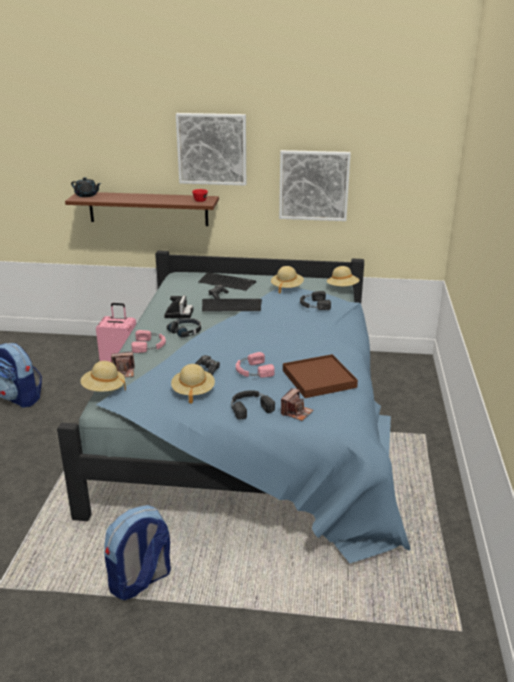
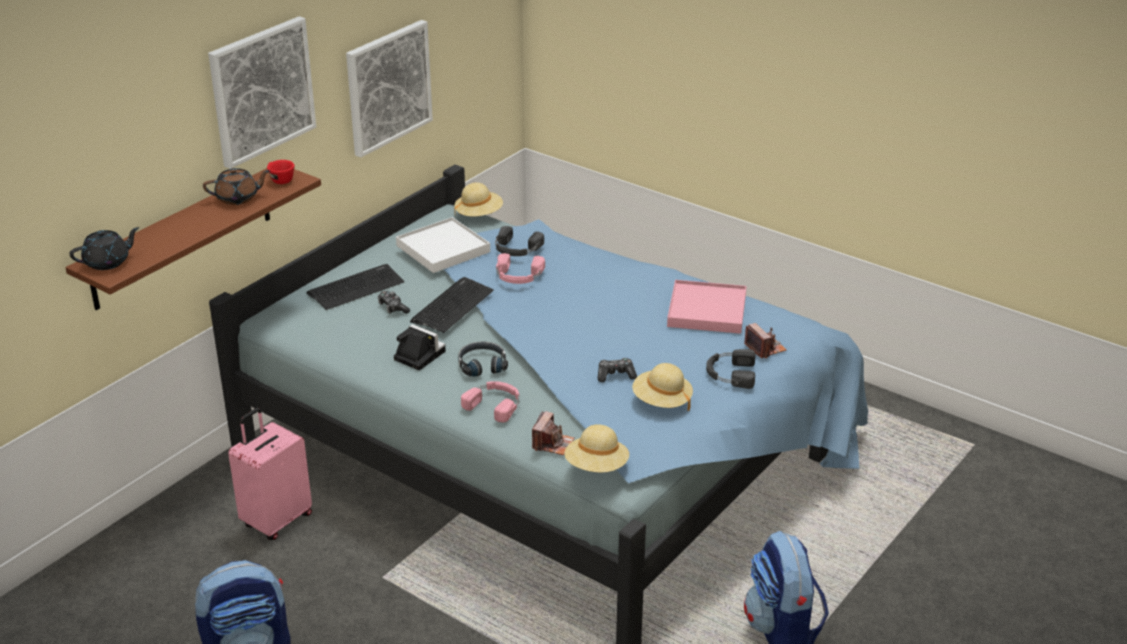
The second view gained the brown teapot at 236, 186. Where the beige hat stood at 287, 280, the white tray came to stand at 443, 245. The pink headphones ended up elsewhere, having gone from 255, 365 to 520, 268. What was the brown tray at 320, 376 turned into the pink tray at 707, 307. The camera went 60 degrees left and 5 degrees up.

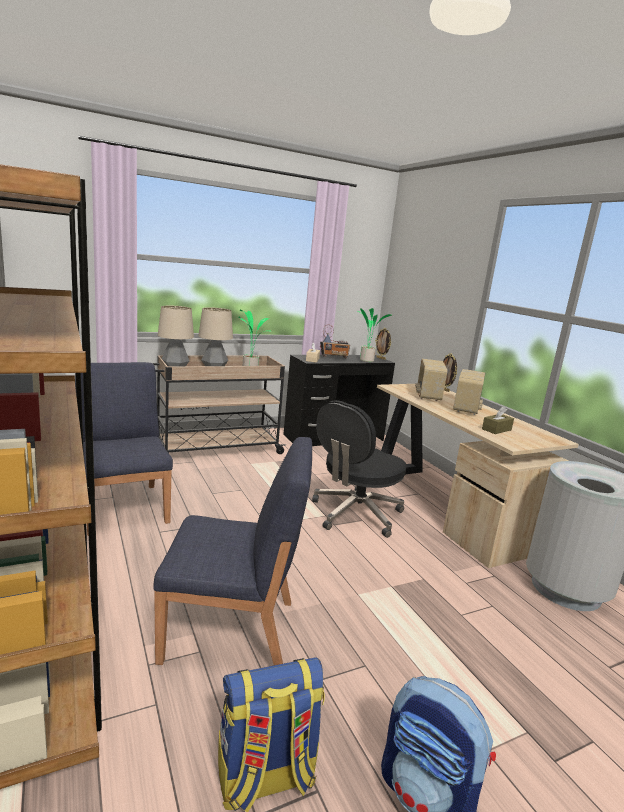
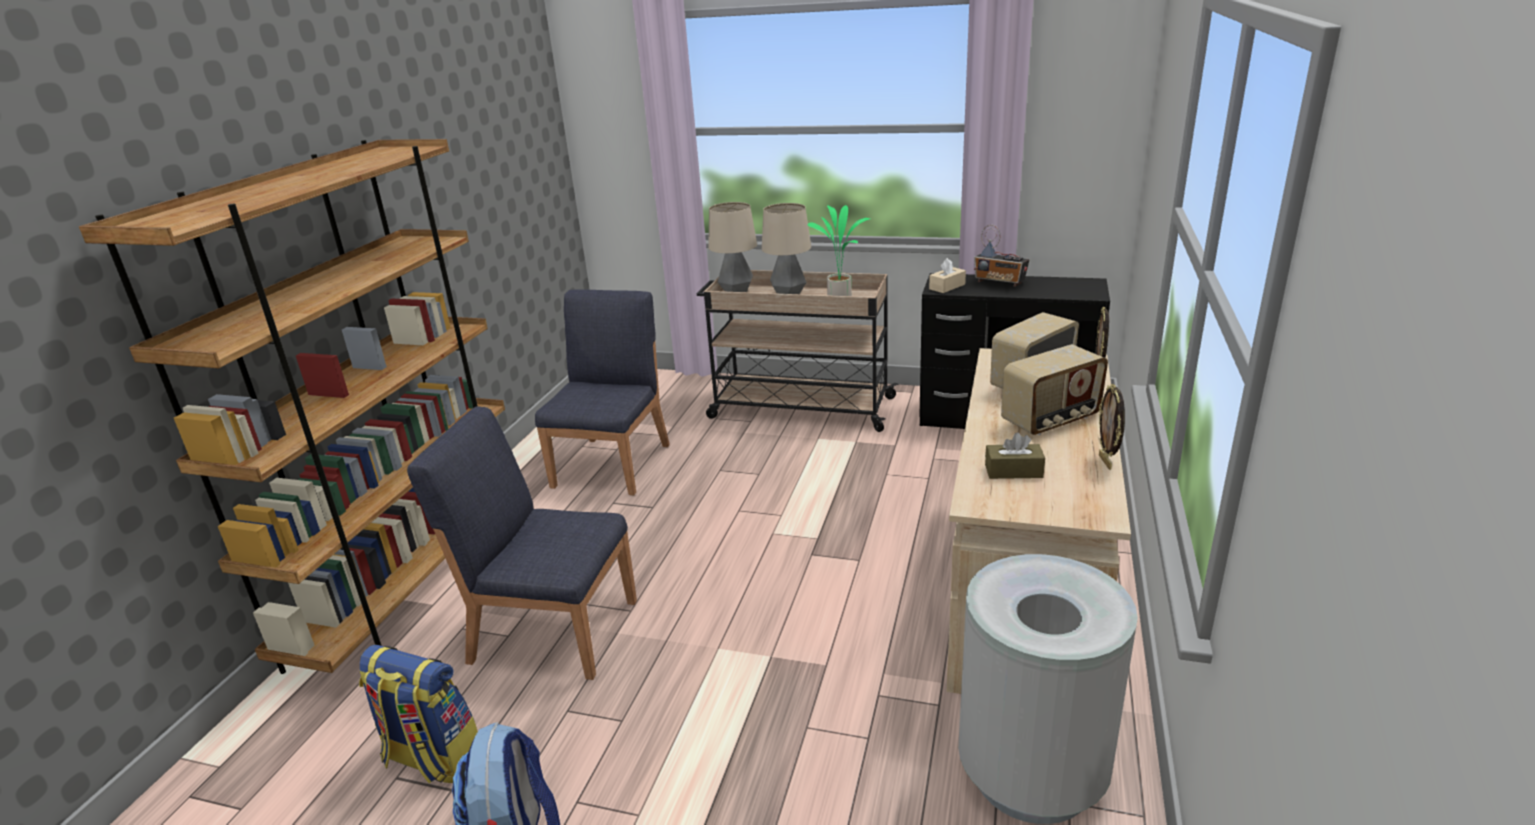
The blue chair at 232, 551 ended up facing another way, 150 degrees clockwise from before. The picture frame ended up elsewhere, having gone from 383, 344 to 1112, 427. The second view lost the black office chair at 359, 469. The second view lost the potted plant at 375, 335. The camera went 45 degrees right and 10 degrees up.

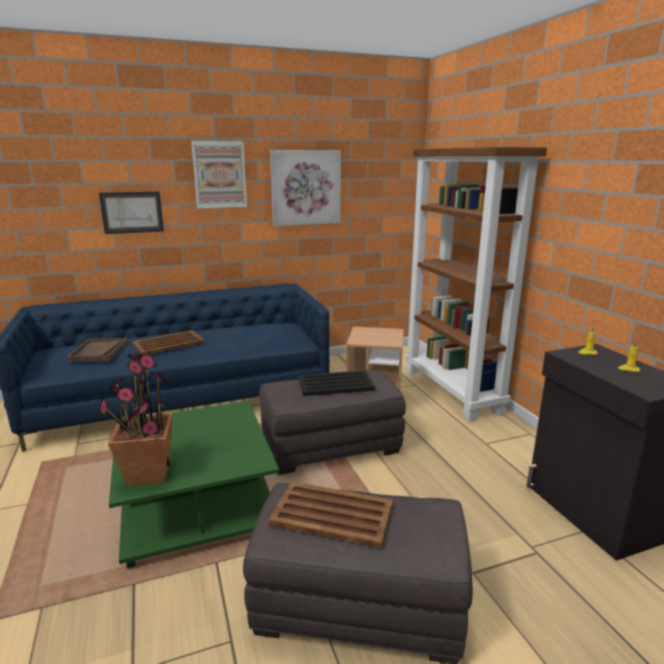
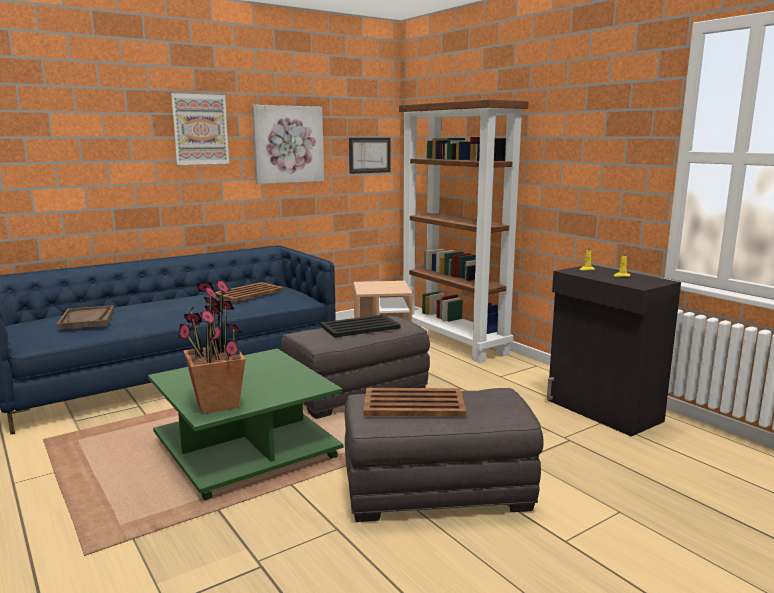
The brown tray ended up elsewhere, having gone from 168, 343 to 249, 292. The picture ended up elsewhere, having gone from 131, 212 to 370, 156. The camera went 15 degrees left and 5 degrees down.

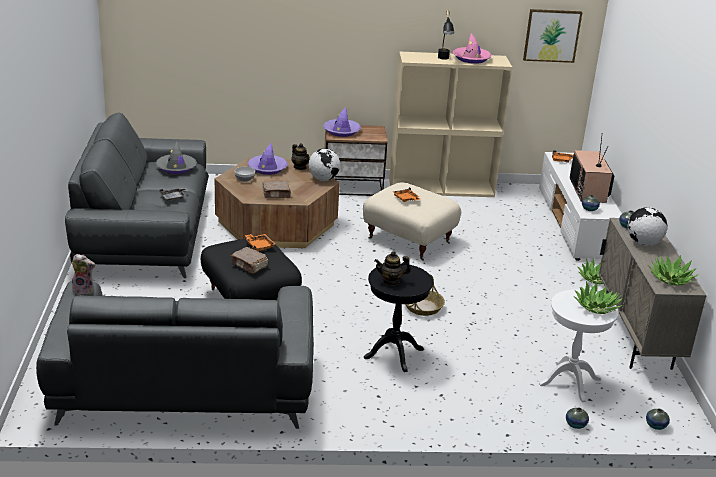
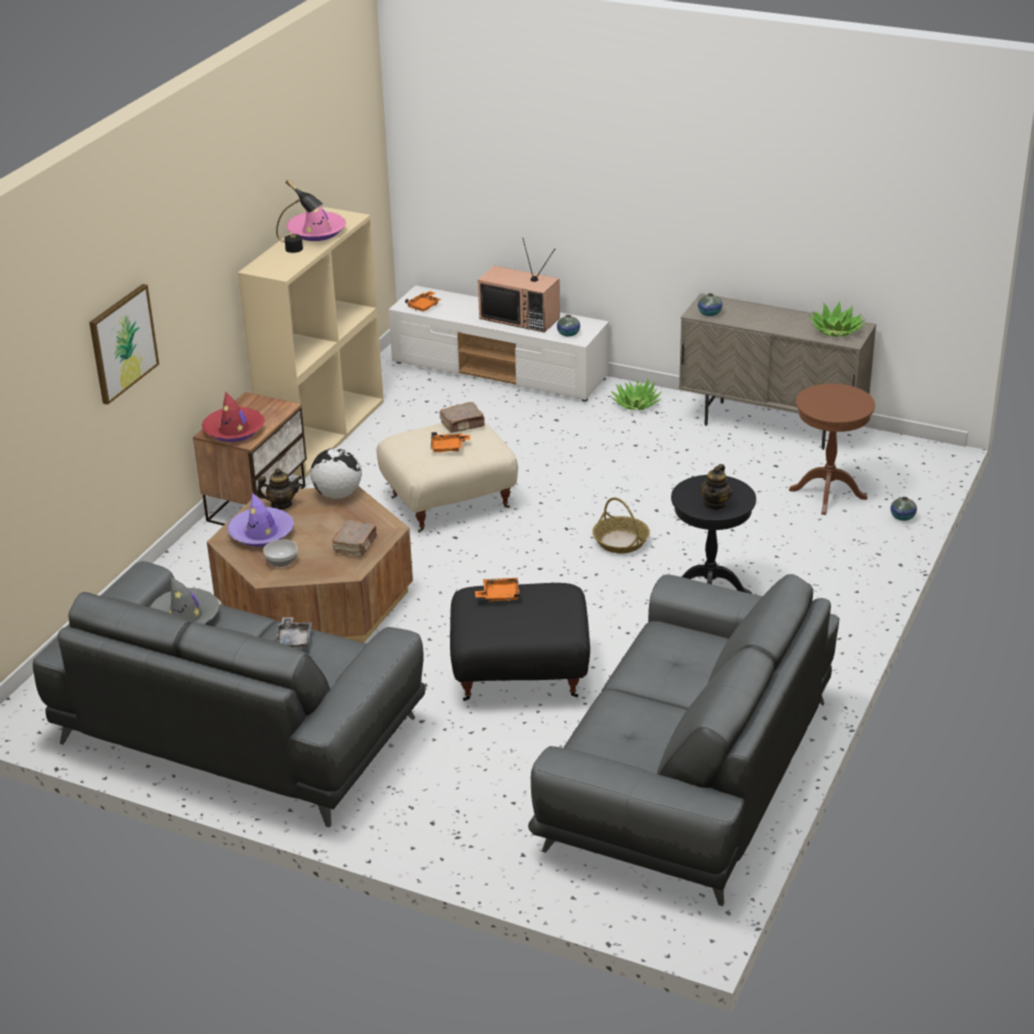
The picture ended up elsewhere, having gone from 552, 36 to 124, 344. What was the purple hat at 342, 122 turned into the red hat at 233, 416. The brown book ended up elsewhere, having gone from 249, 260 to 462, 417. What was the white side table at 579, 346 turned into the brown side table at 832, 449. The second view lost the plush toy at 83, 275. The second view lost the potted plant at 598, 297. The second view lost the globe at 647, 226. The second view lost the vase at 658, 419. The camera went 60 degrees left and 5 degrees up.

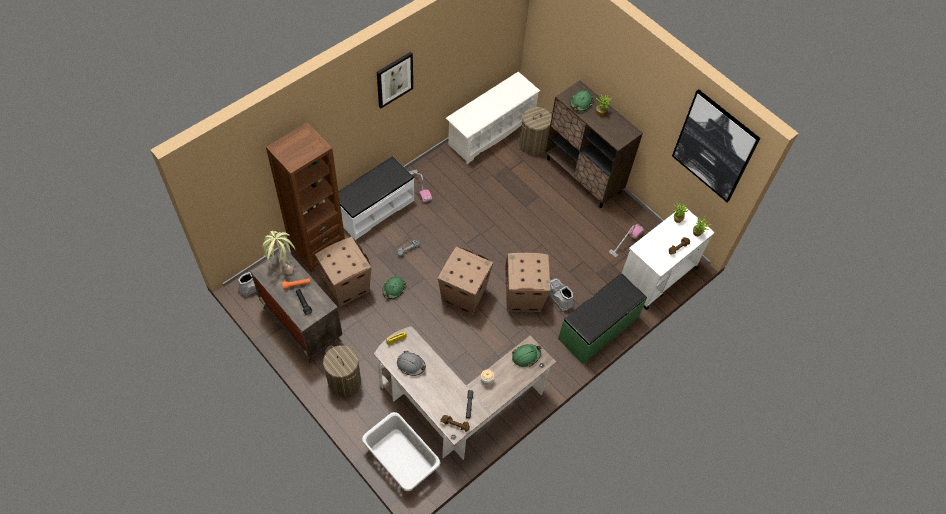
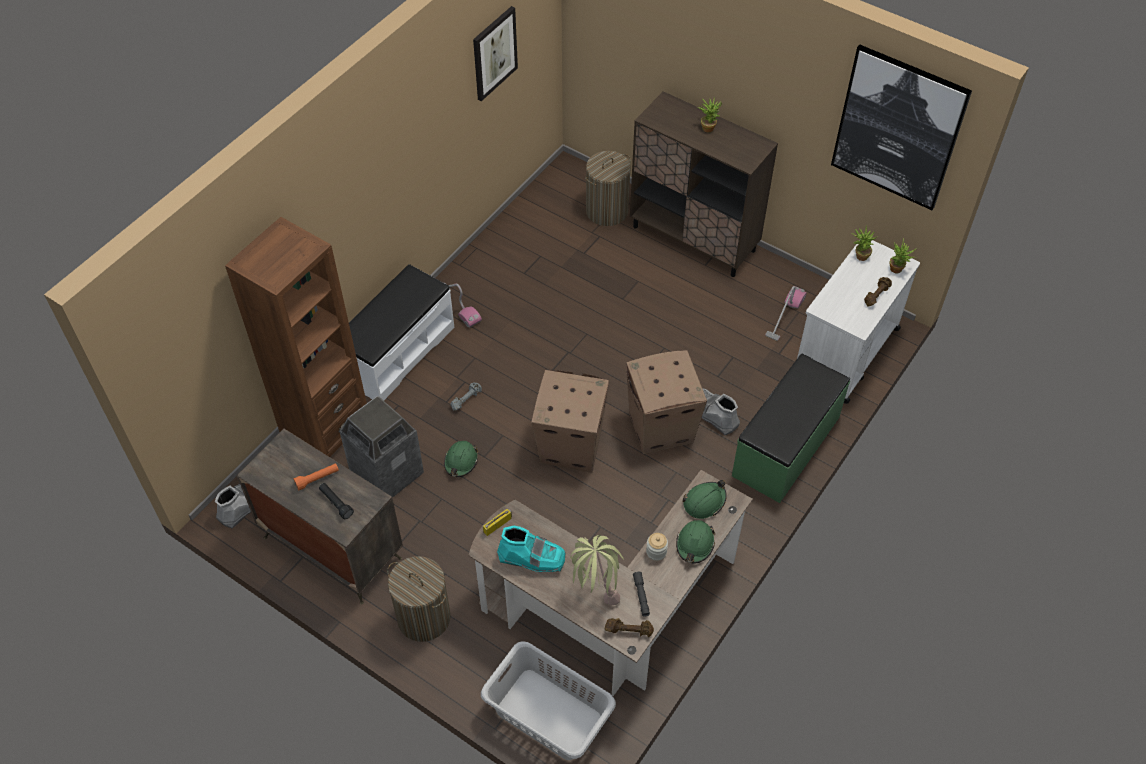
Where the cardboard box stood at 343, 272, the trash can came to stand at 381, 447. The picture ended up elsewhere, having gone from 395, 80 to 495, 53. Where the grey hard hat stood at 411, 363, the turquoise boot came to stand at 531, 549. The potted plant ended up elsewhere, having gone from 279, 253 to 597, 570. The green hard hat ended up elsewhere, having gone from 581, 100 to 695, 541. The second view lost the white shoe rack at 493, 118. The camera went 10 degrees left and 5 degrees down.

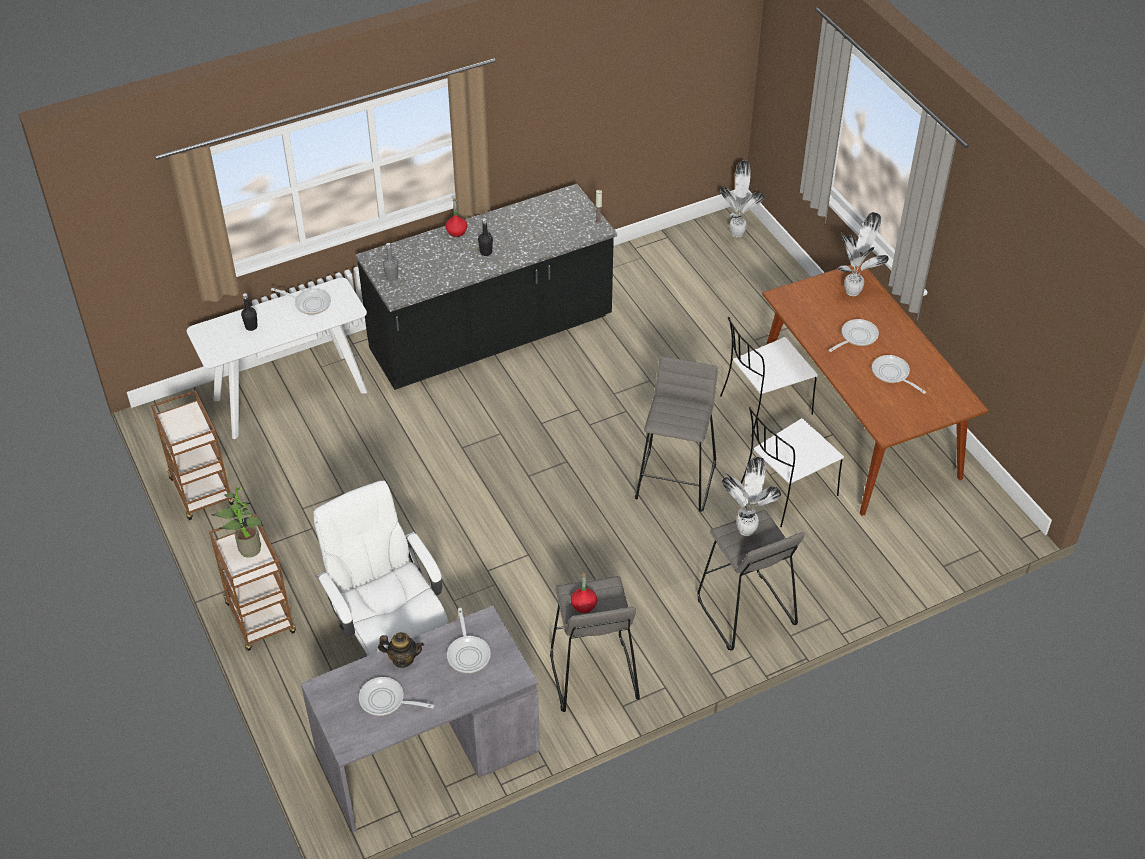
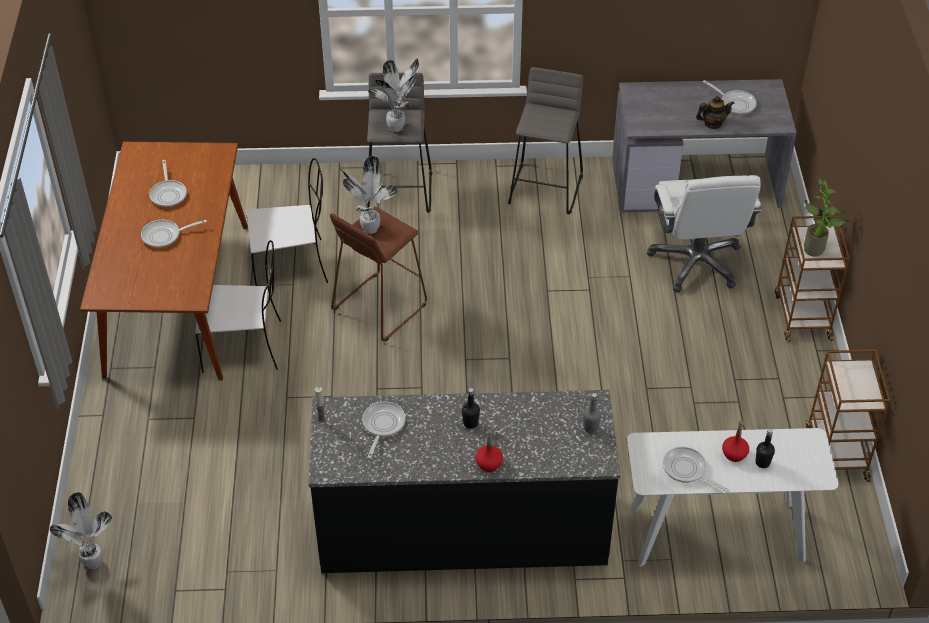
What was the grey stool at 676, 434 turned into the brown stool at 378, 274. The potted plant ended up elsewhere, having gone from 863, 254 to 368, 195. The frying pan ended up elsewhere, having gone from 469, 640 to 384, 430. The teapot at 401, 650 ended up facing another way, 135 degrees clockwise from before. The red bottle ended up elsewhere, having gone from 584, 593 to 735, 441. The camera went 155 degrees left and 0 degrees up.

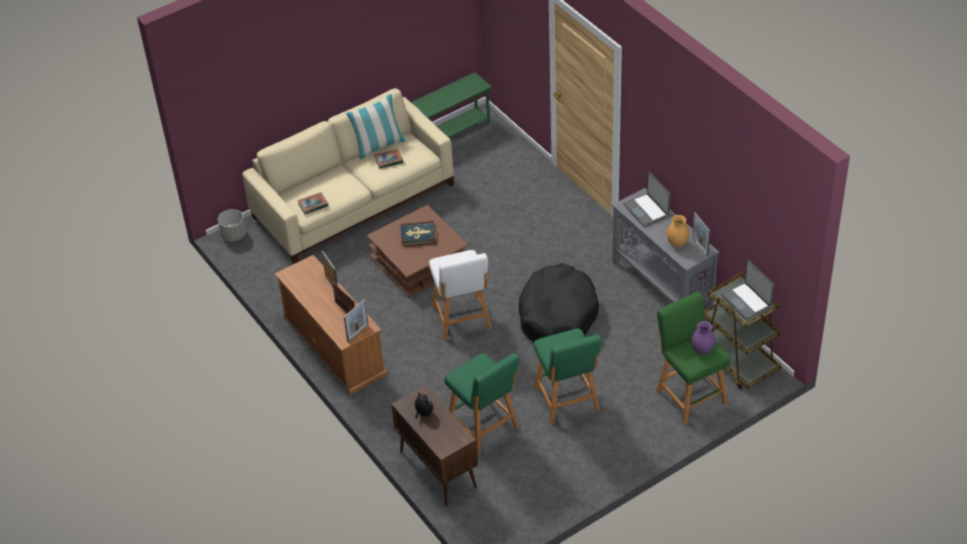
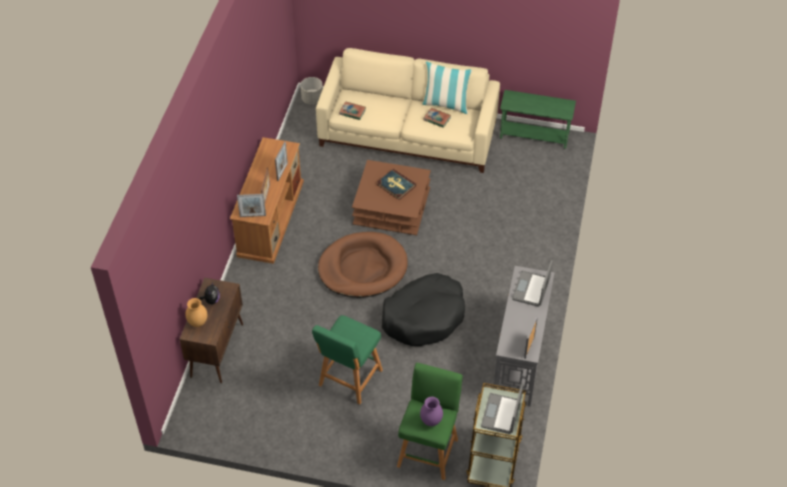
The brown vase ended up elsewhere, having gone from 678, 231 to 196, 312. Where the white stool stood at 460, 295, the brown dog bed came to stand at 363, 265. The second view lost the green stool at 481, 403. The camera went 45 degrees right and 5 degrees up.

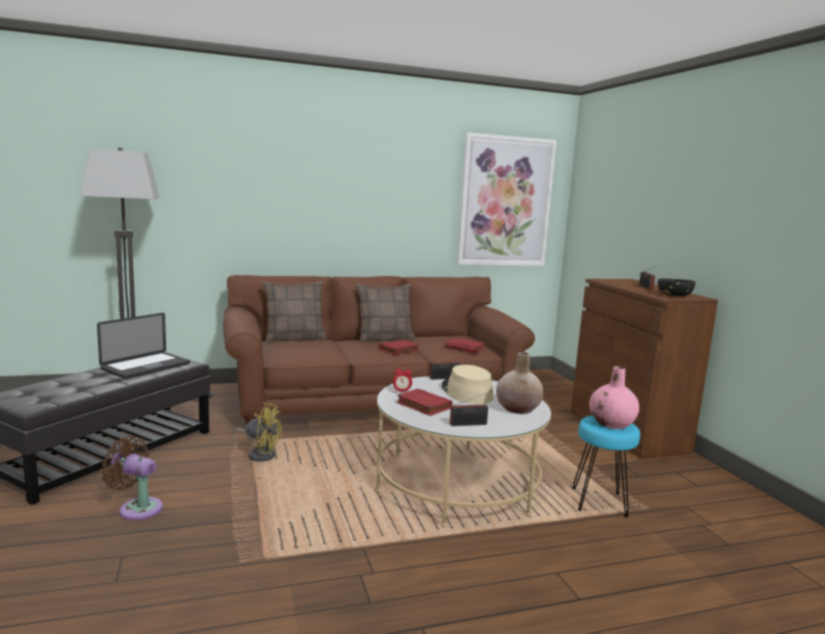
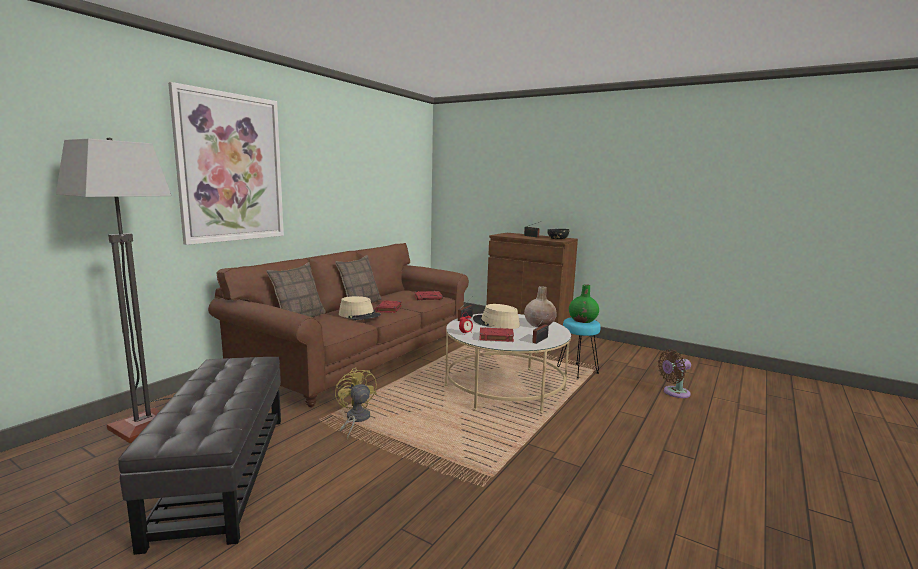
The picture ended up elsewhere, having gone from 507, 199 to 226, 163. The yellow fan at 257, 432 ended up facing another way, 90 degrees counterclockwise from before. The second view gained the beige hat at 360, 308. What was the pink vase at 614, 397 turned into the green vase at 584, 303. The brown fan ended up elsewhere, having gone from 132, 478 to 674, 373. The second view lost the laptop at 143, 346. The camera went 40 degrees left and 0 degrees up.

